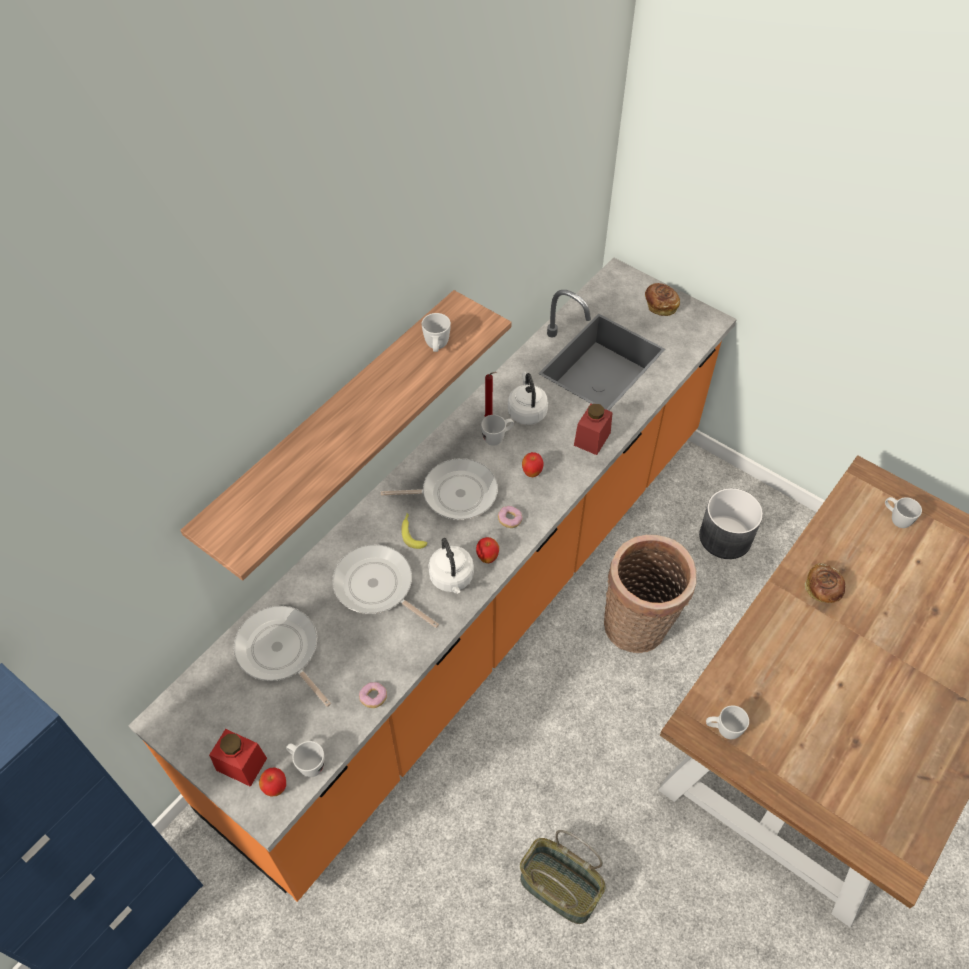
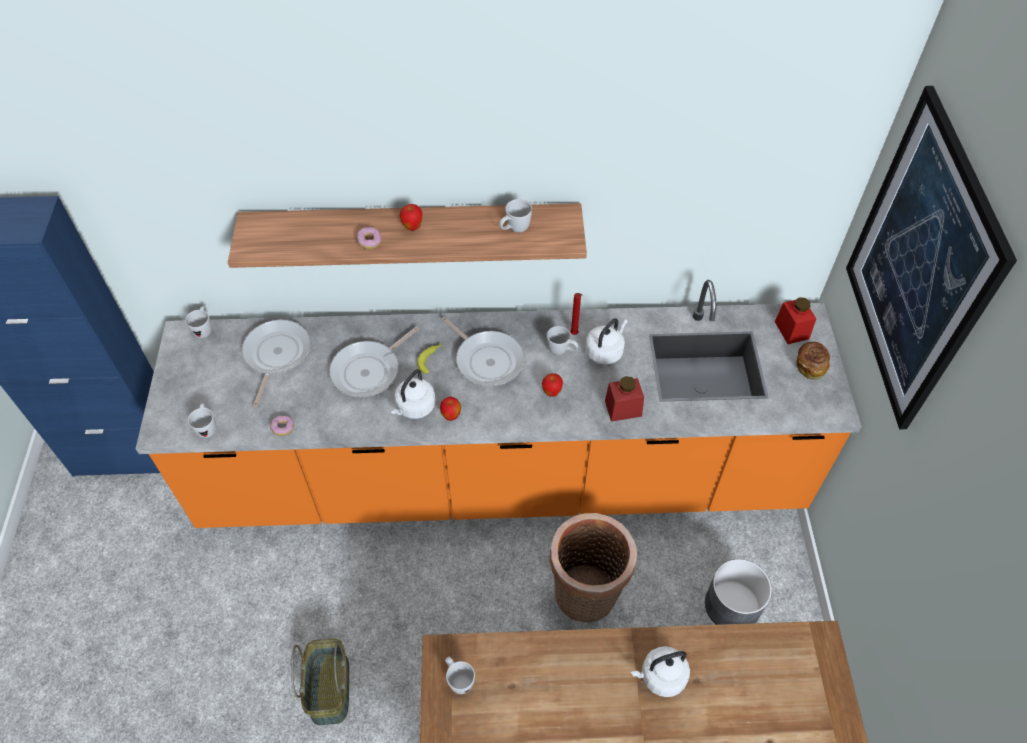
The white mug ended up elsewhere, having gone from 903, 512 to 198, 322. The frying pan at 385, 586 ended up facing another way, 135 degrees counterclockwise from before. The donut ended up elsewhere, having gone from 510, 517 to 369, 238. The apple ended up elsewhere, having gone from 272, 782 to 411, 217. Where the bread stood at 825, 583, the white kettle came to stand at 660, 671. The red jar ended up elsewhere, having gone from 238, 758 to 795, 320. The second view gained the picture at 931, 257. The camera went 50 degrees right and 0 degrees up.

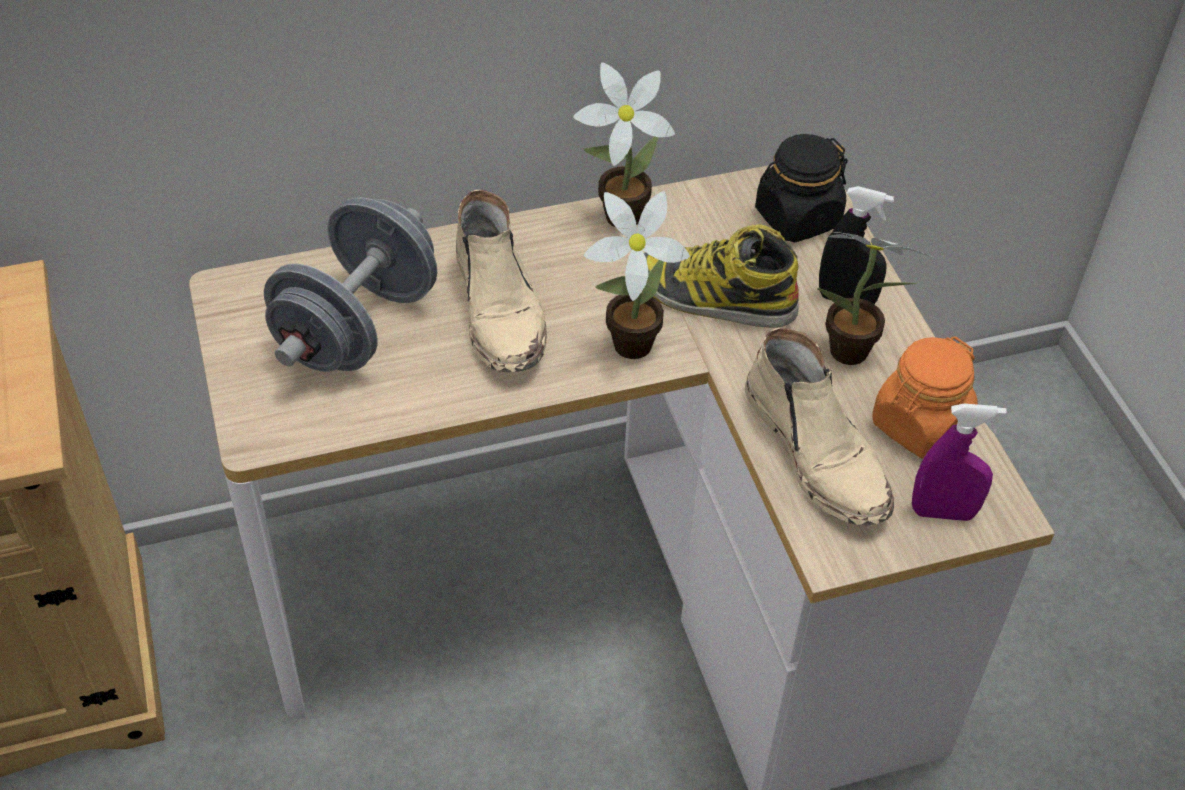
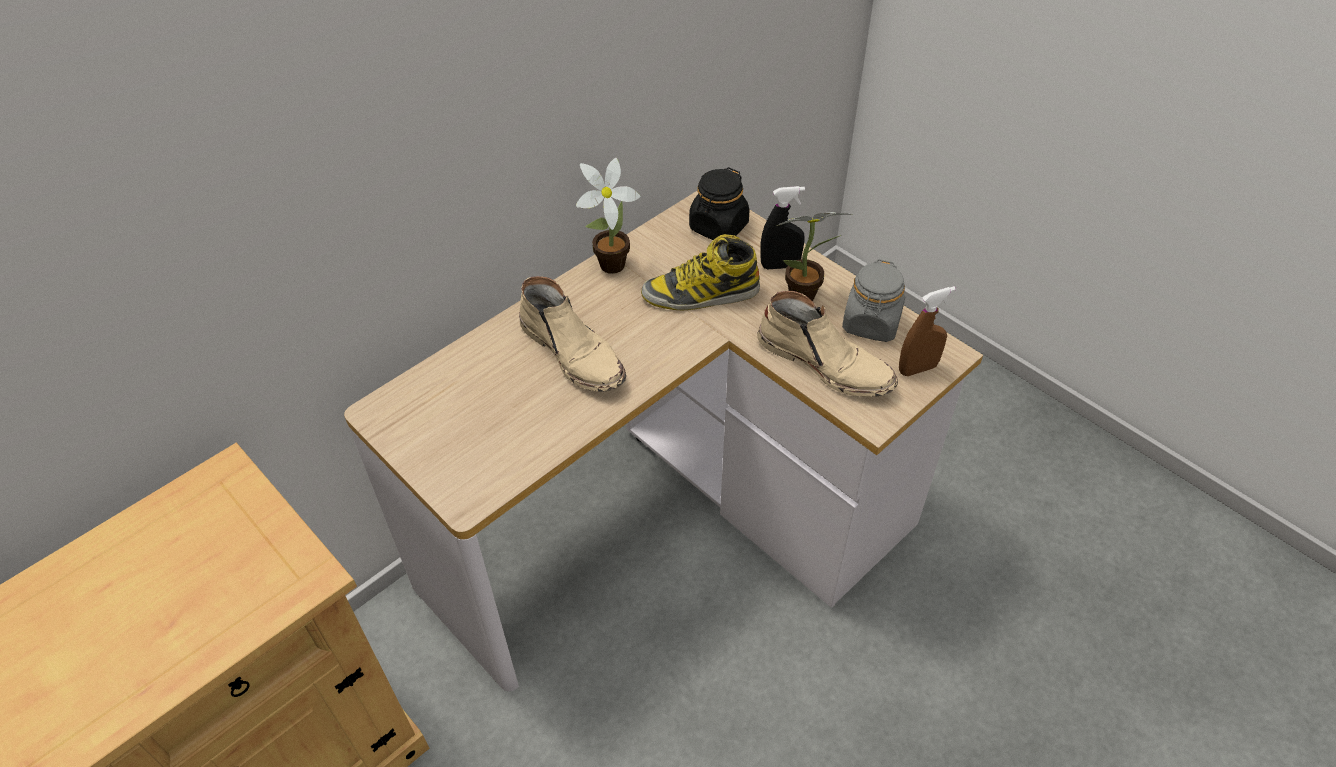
What was the orange jar at 925, 397 turned into the grey jar at 873, 300. What was the purple spray bottle at 959, 462 turned into the brown spray bottle at 927, 331. The second view lost the grey dumbbell at 350, 285. The second view lost the potted plant at 637, 275. The camera went 25 degrees left and 0 degrees up.

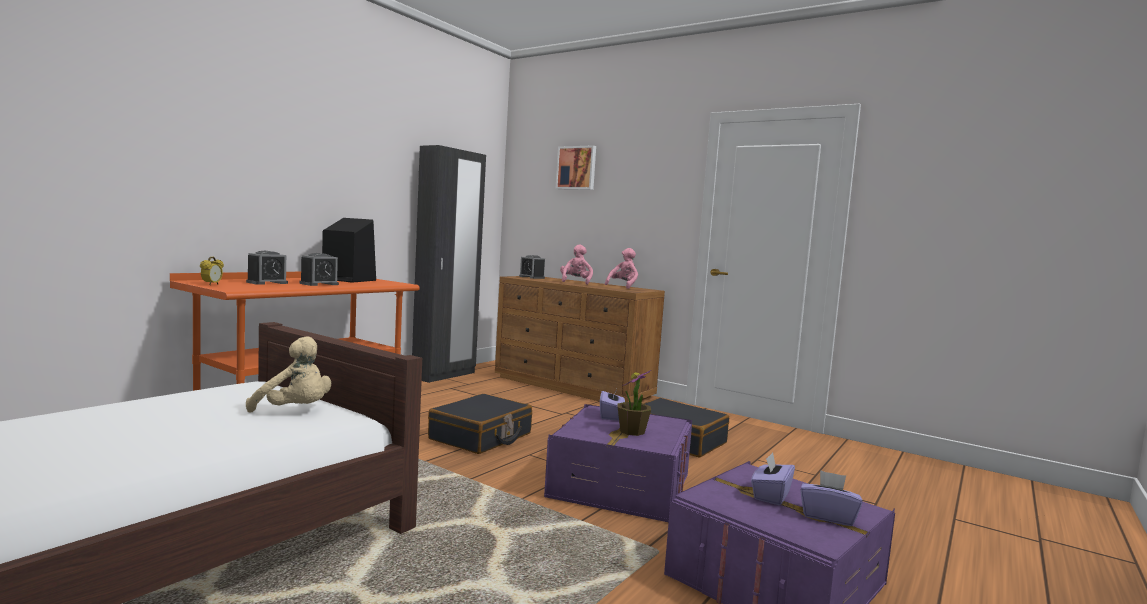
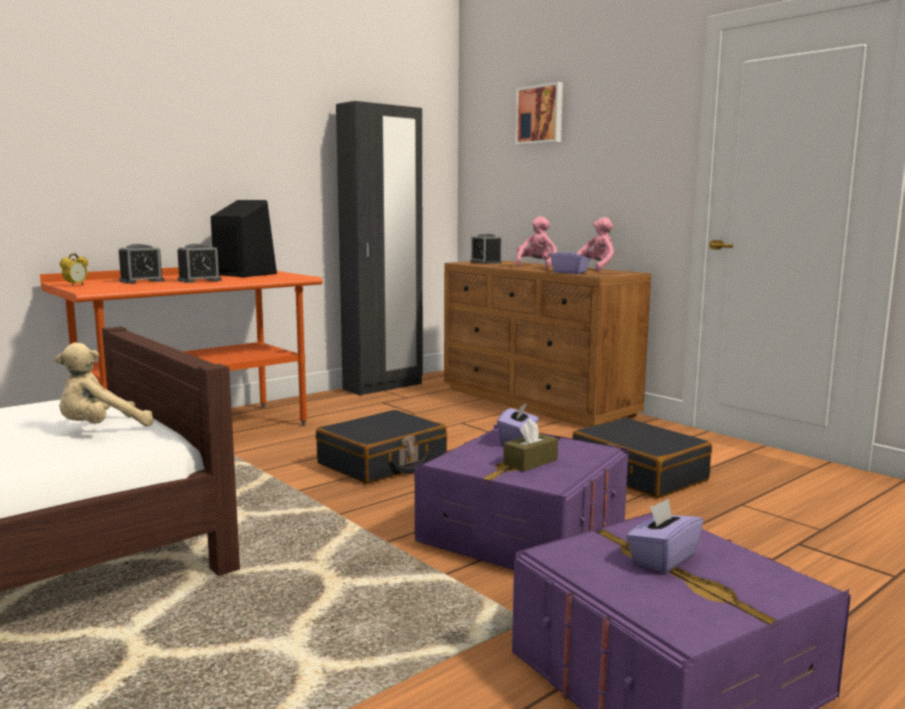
The beige plush toy at 288, 374 ended up facing another way, 105 degrees clockwise from before. Where the potted plant stood at 634, 403, the brown tissue box came to stand at 530, 445. The purple tissue box ended up elsewhere, having gone from 831, 498 to 570, 259. The camera went 15 degrees right and 5 degrees up.

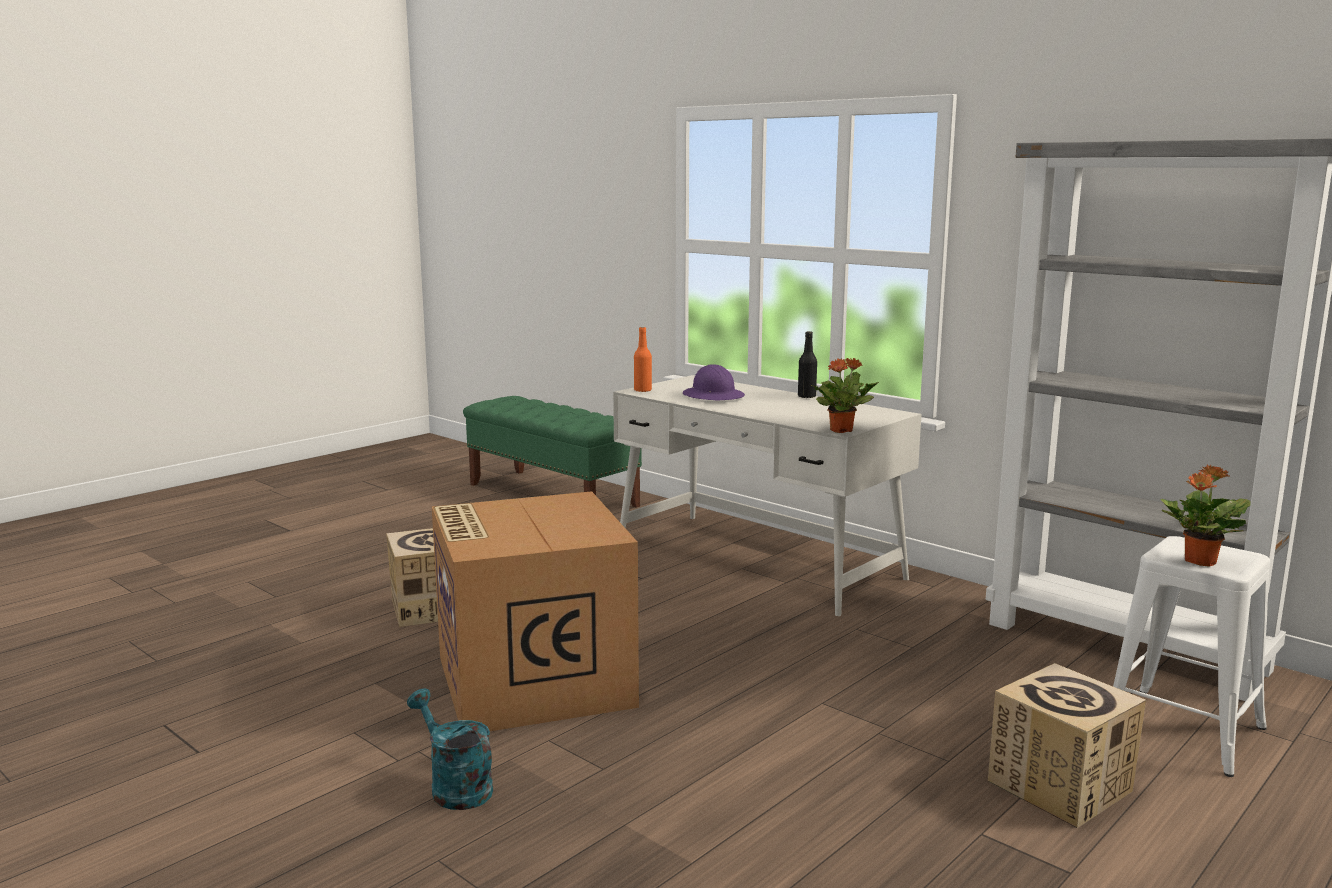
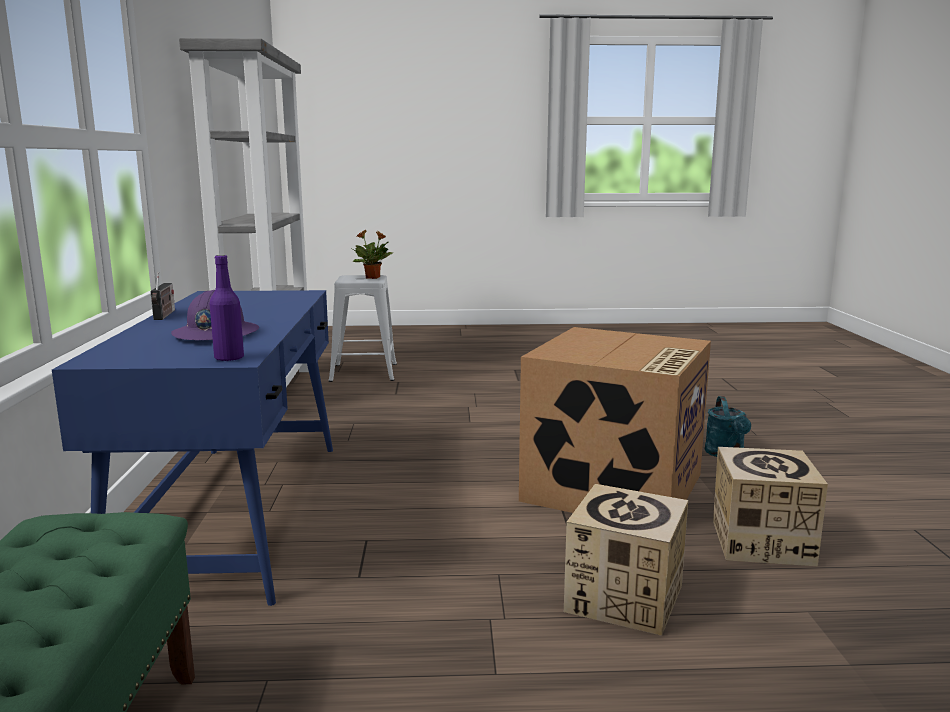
What was the white desk at 767, 495 turned into the blue desk at 192, 448. Where the black bottle stood at 807, 364, the radio came to stand at 162, 296. What was the orange bottle at 643, 359 turned into the purple bottle at 227, 308. The cardboard box ended up elsewhere, having gone from 1067, 745 to 770, 506. The second view lost the potted plant at 845, 395. The camera went 135 degrees left and 0 degrees up.

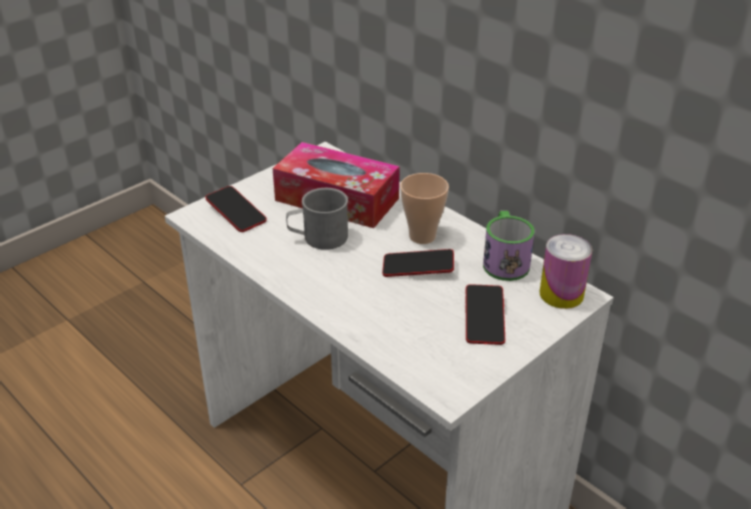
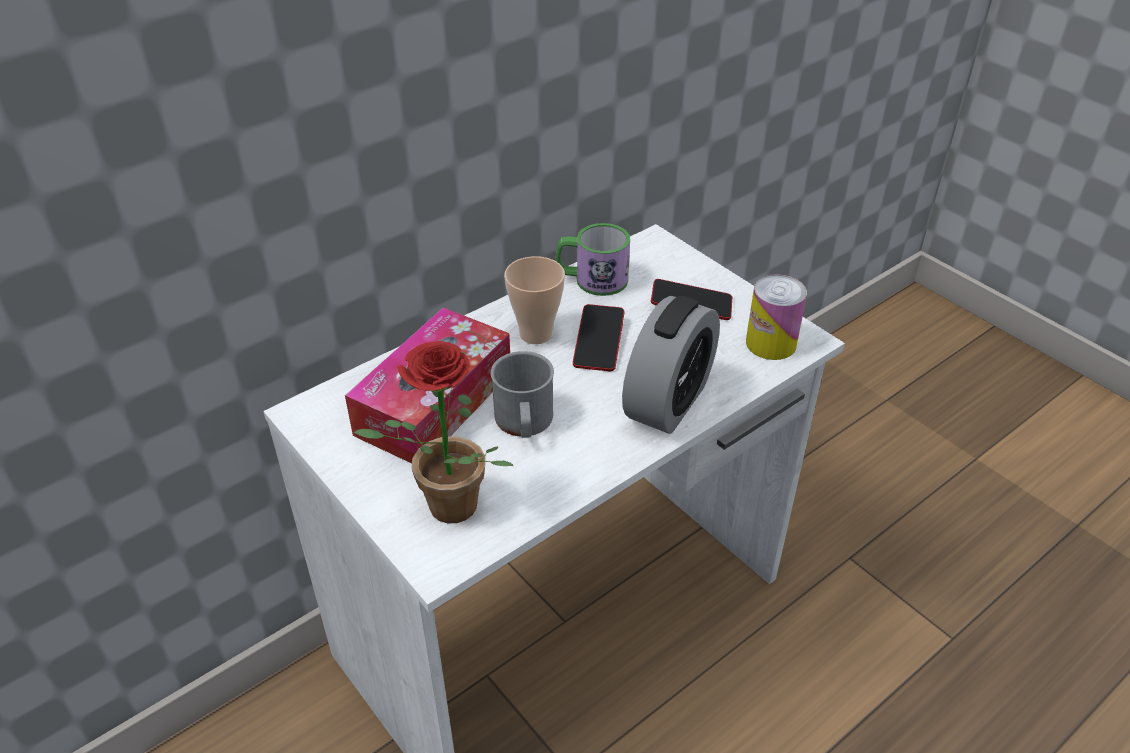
Where the phone stood at 236, 209, the potted plant came to stand at 433, 432. The second view gained the alarm clock at 671, 365. The can ended up elsewhere, having gone from 566, 271 to 776, 317. The camera went 85 degrees left and 5 degrees up.

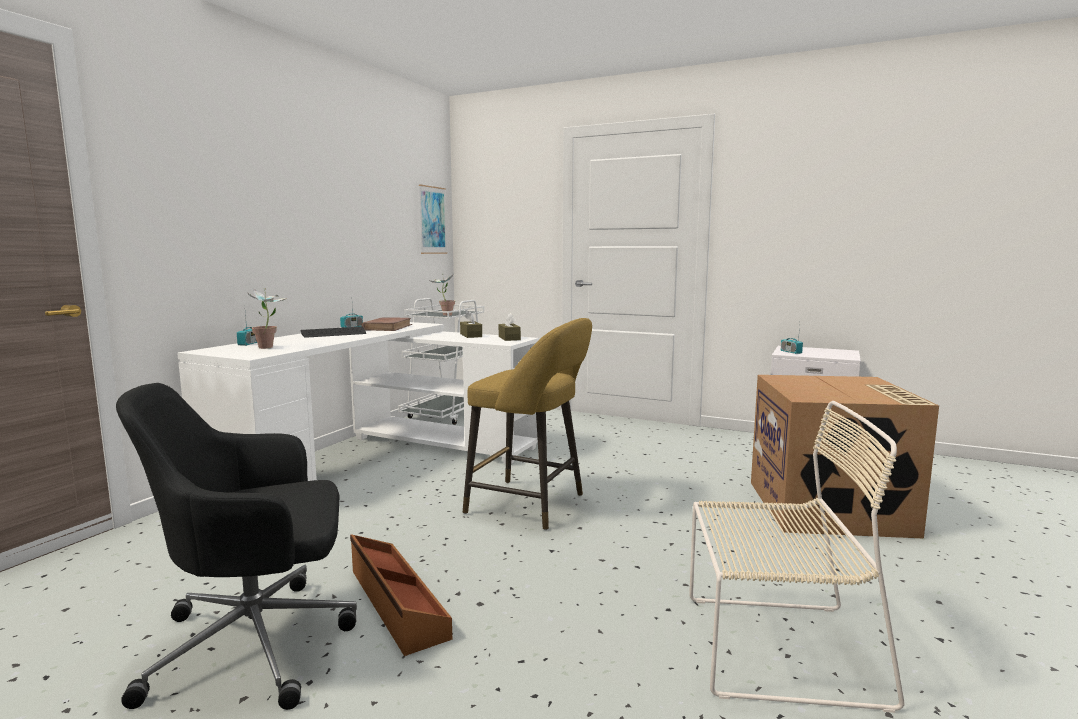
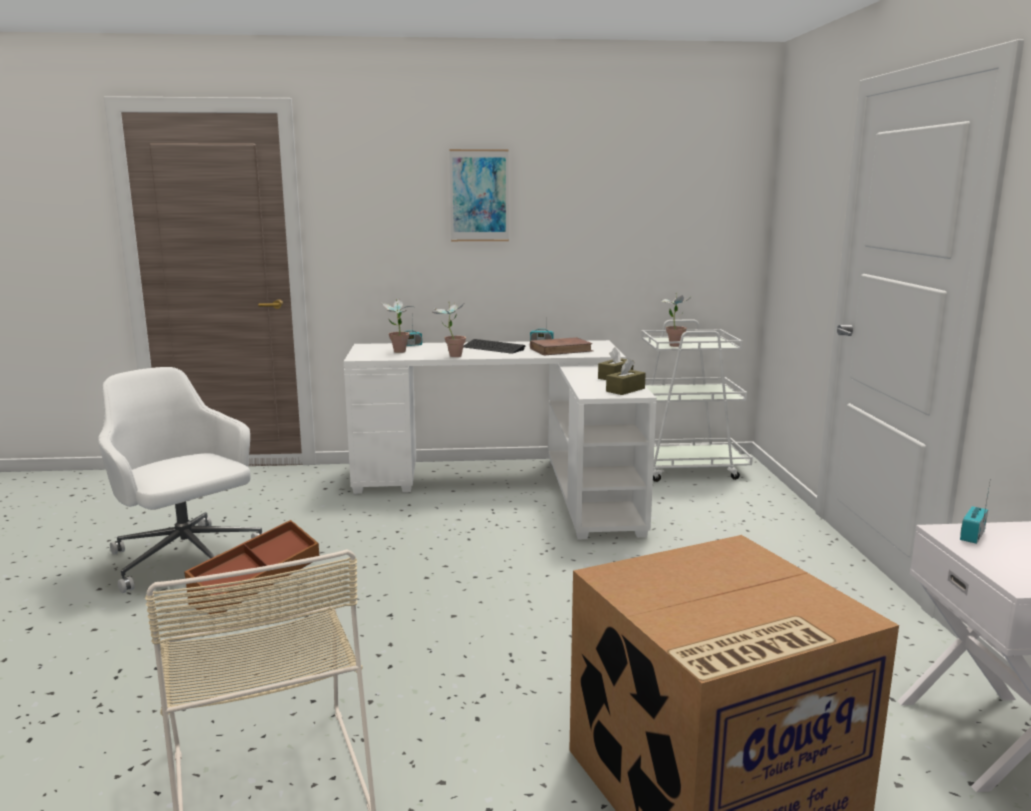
What was the black office chair at 236, 546 turned into the white office chair at 181, 480. The second view gained the potted plant at 448, 329. The picture ended up elsewhere, having gone from 433, 219 to 479, 195. The second view lost the yellow stool at 527, 424. The camera went 60 degrees right and 5 degrees up.

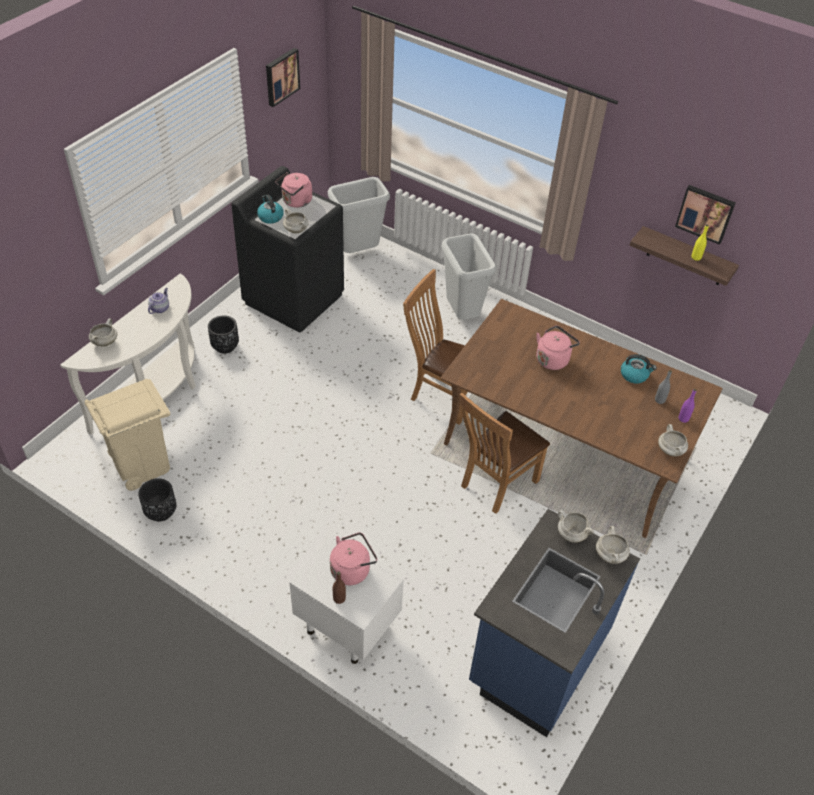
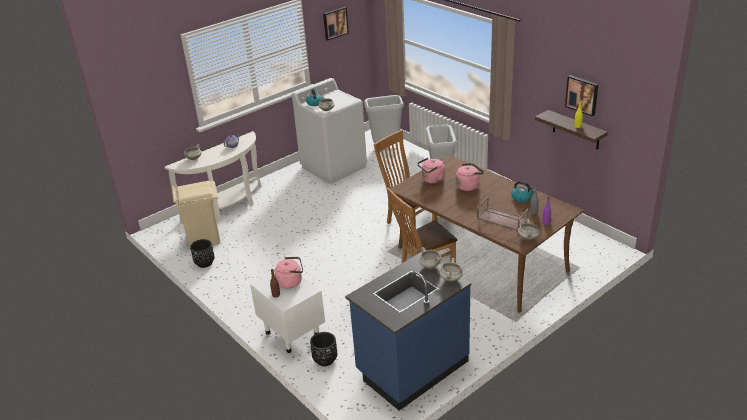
What was the black washing machine at 287, 249 turned into the white washing machine at 329, 131. The black planter ended up elsewhere, having gone from 223, 334 to 323, 349. The pink kettle ended up elsewhere, having gone from 293, 190 to 431, 170. The second view gained the brown tray at 503, 214. The camera went 20 degrees right and 15 degrees down.

